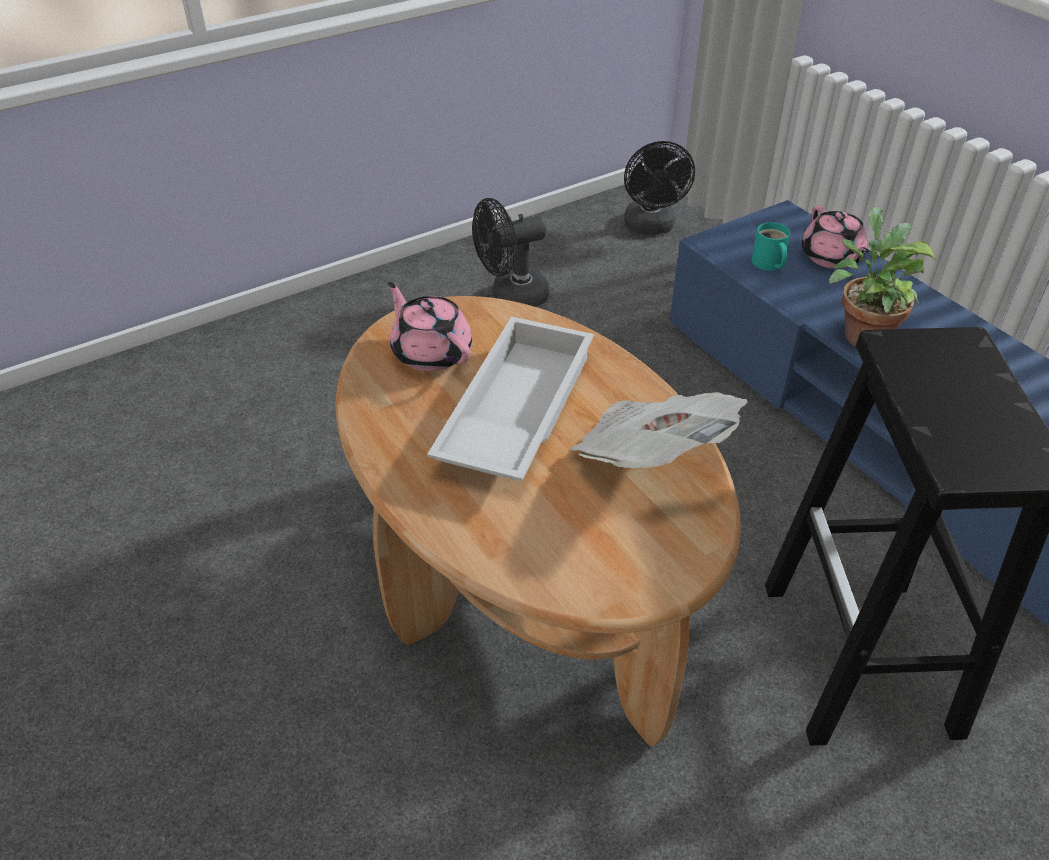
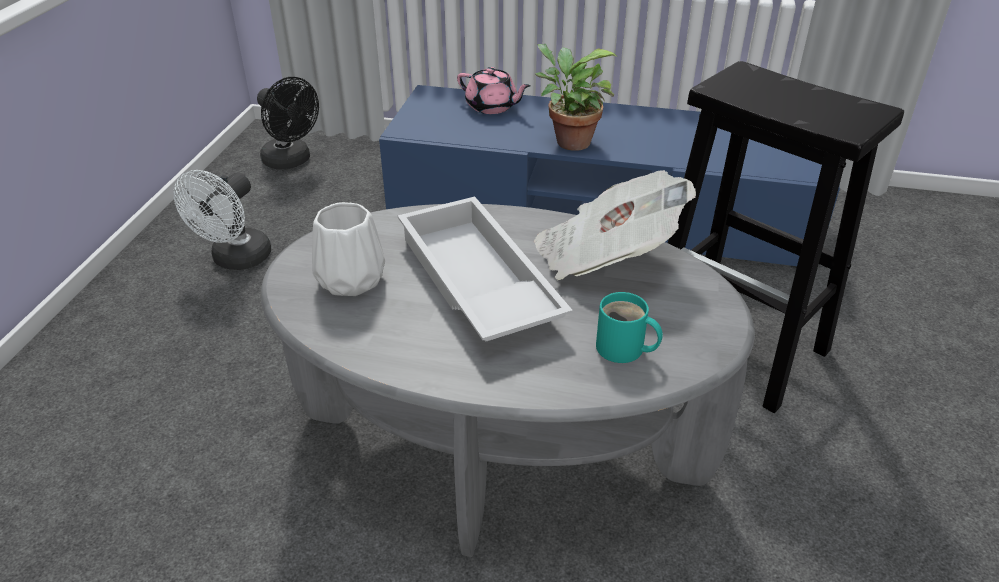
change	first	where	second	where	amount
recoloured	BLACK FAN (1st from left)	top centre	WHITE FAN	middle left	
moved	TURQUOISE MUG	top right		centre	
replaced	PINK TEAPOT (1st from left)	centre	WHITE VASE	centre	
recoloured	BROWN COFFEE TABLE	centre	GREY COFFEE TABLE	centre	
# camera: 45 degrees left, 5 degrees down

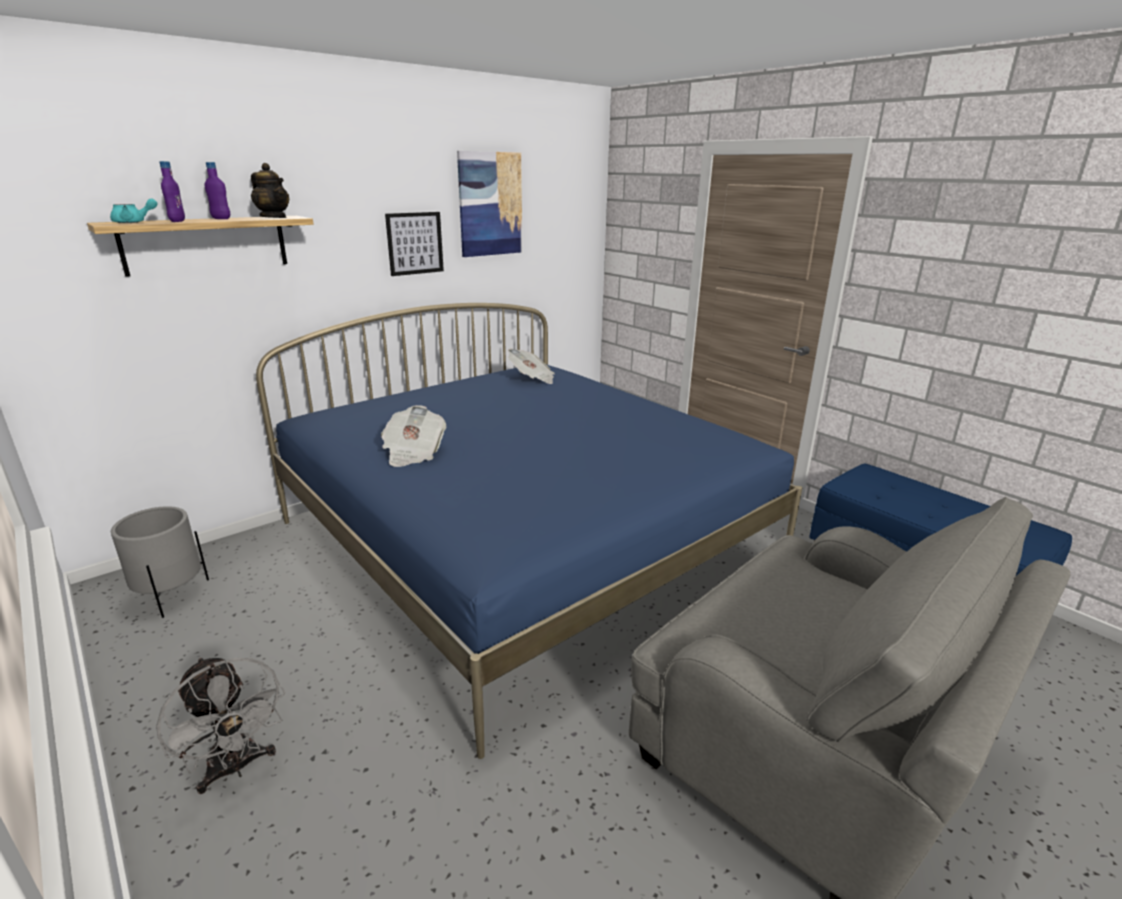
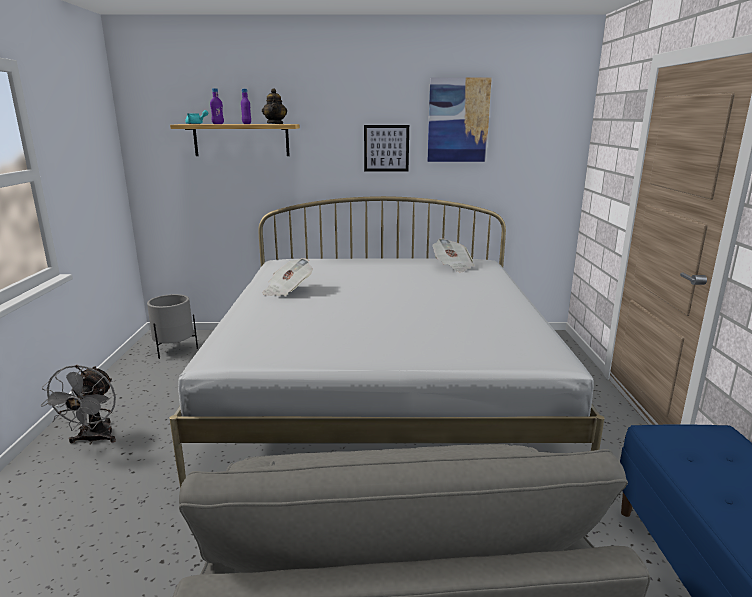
change	first	where	second	where	amount
recoloured	BLUE BED	centre	WHITE BED	centre	
# camera: 40 degrees right, 5 degrees down

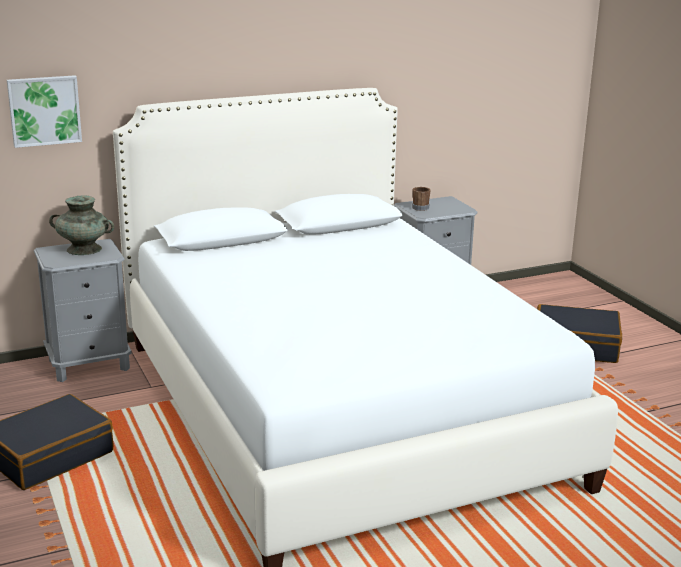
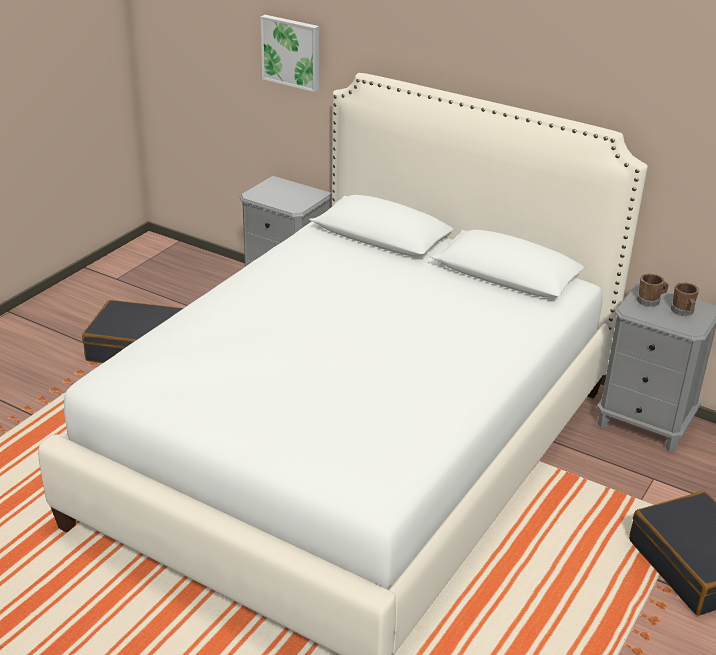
change	first	where	second	where	amount
removed	TURQUOISE VASE	middle left			
added			BROWN MUG (2nd from left)	middle right	
# camera: 55 degrees right, 10 degrees up

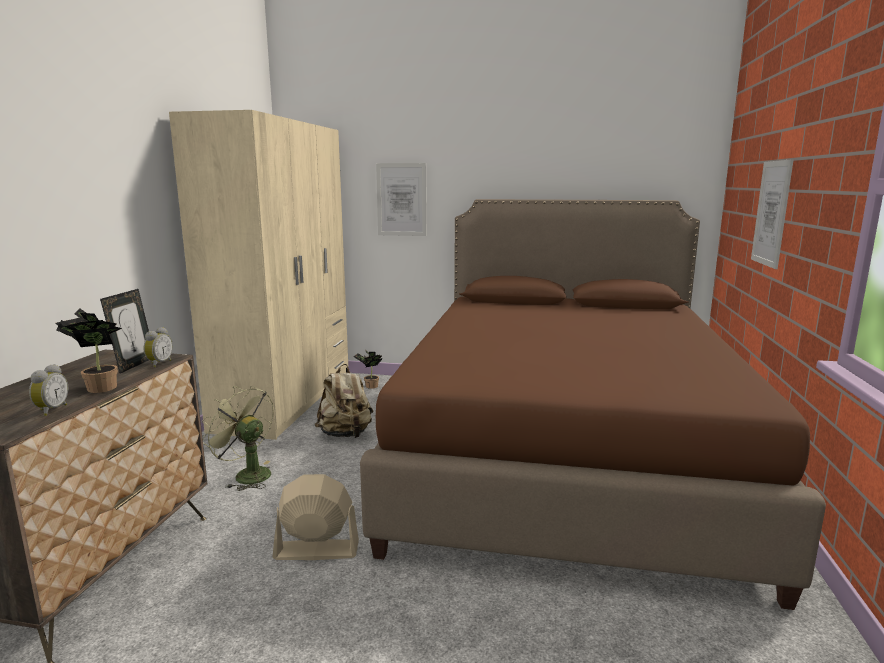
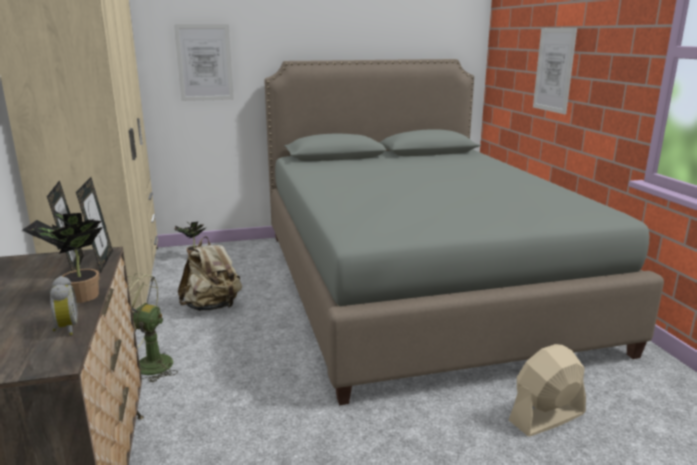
change	first	where	second	where	amount
recoloured	BROWN BED	middle right	GREY BED	centre	
replaced	ALARM CLOCK (2nd from left)	middle left	PICTURE FRAME (2nd from left)	middle left	
moved	BEIGE FAN	bottom centre		bottom right	
# camera: 25 degrees left, 5 degrees up

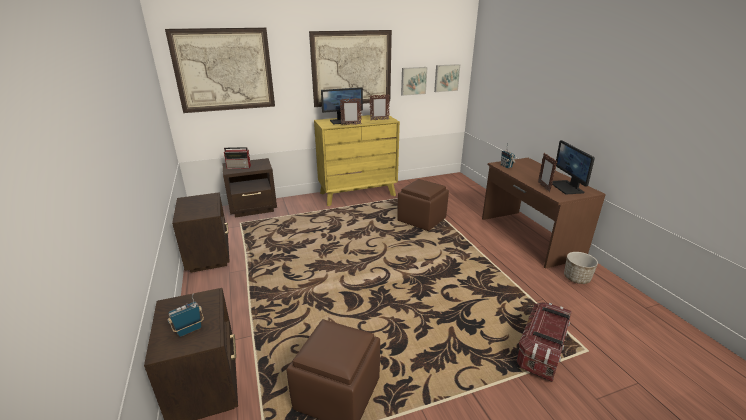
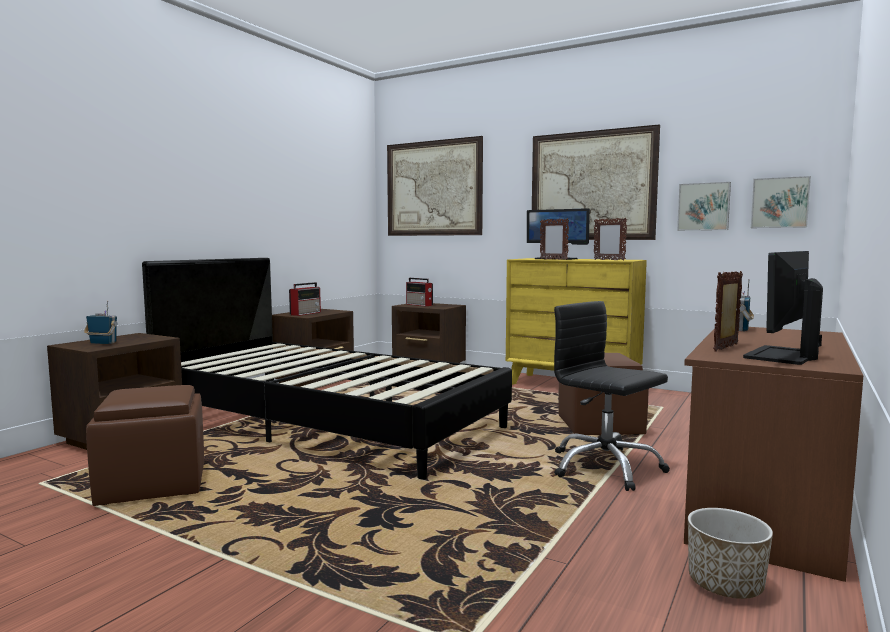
change	first	where	second	where	amount
removed	STORAGE BOX	bottom right			
added			BLACK BED	centre	
added			RADIO (2nd from left)	centre	
added			BLACK OFFICE CHAIR	middle right	
# camera: 50 degrees right, 20 degrees down

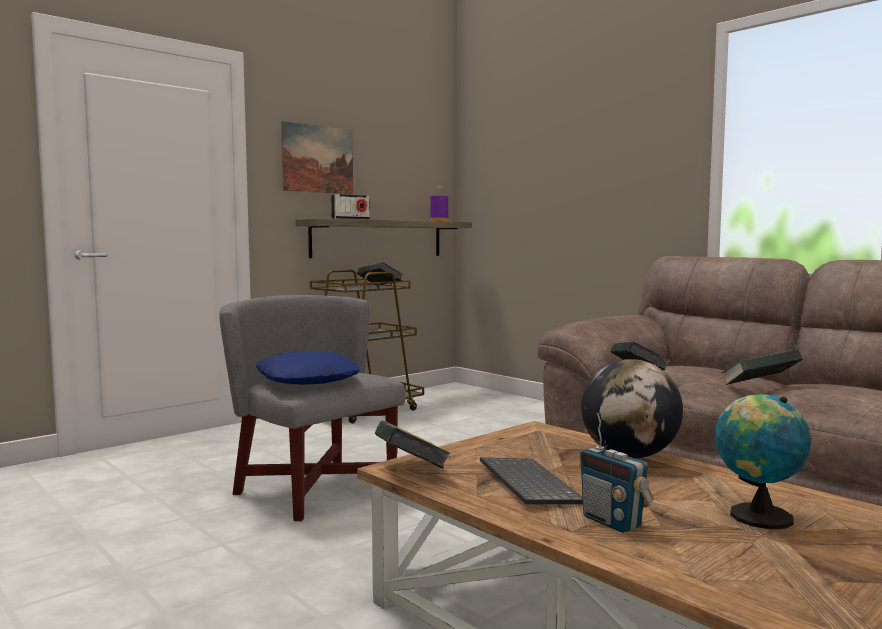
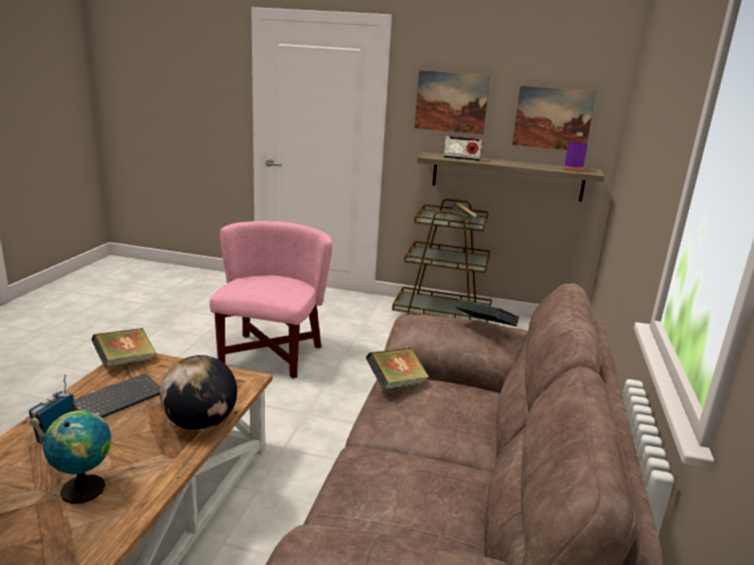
change	first	where	second	where	amount
recoloured	GREY ARMCHAIR	centre	PINK ARMCHAIR	centre	
moved	BOOK (4th from left)	middle right		centre	
removed	BLUE PILLOW	centre			
added			PICTURE (2nd from left)	top right	
# camera: 55 degrees right, 15 degrees up

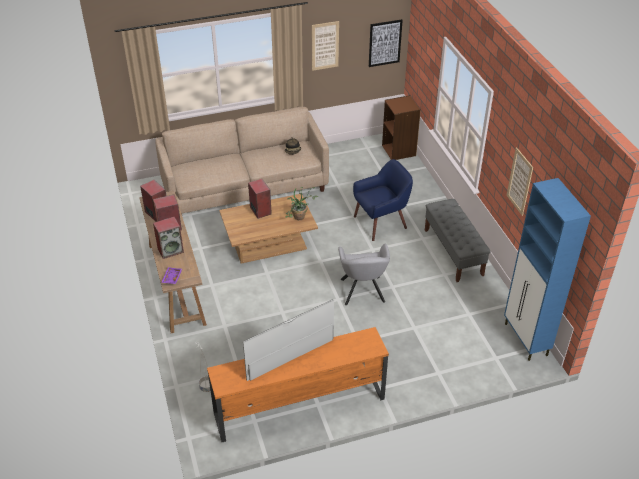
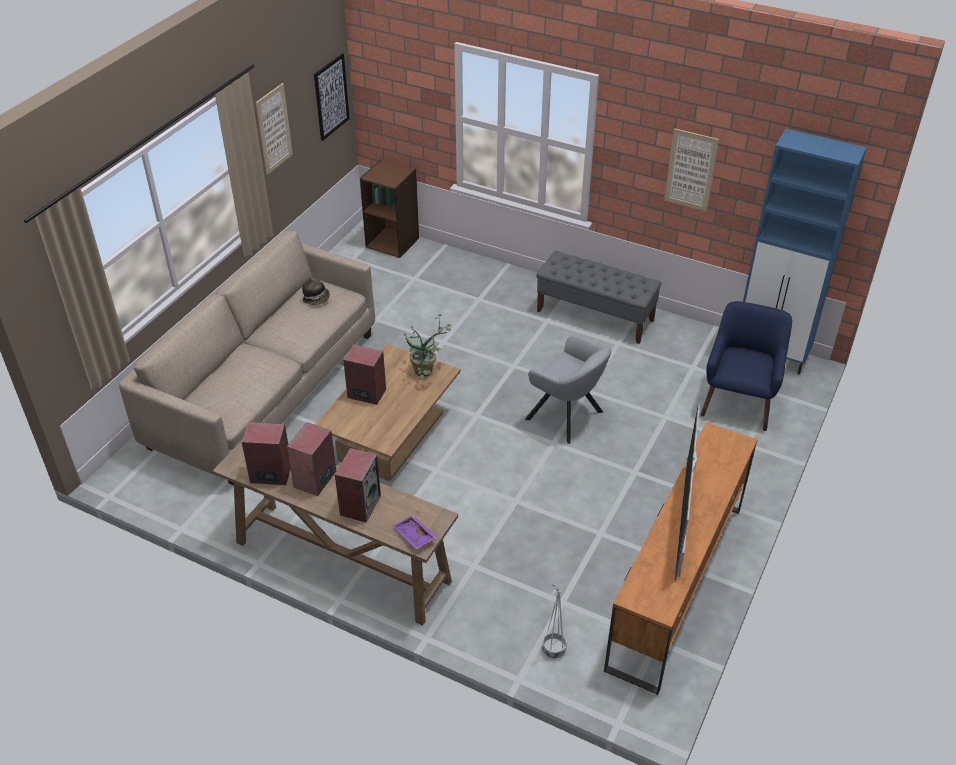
change	first	where	second	where	amount
moved	BLUE ARMCHAIR	centre		middle right	
# camera: 45 degrees left, 0 degrees up

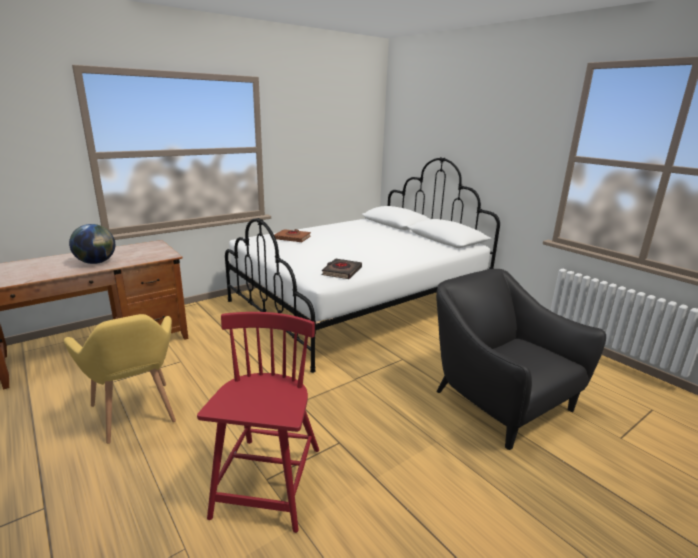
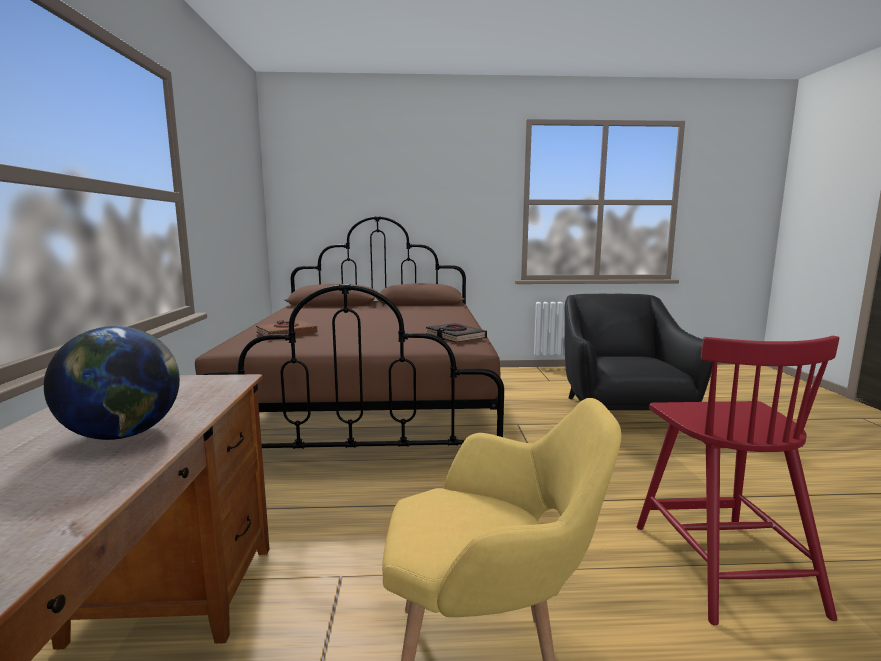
change	first	where	second	where	amount
recoloured	WHITE BED	centre	BROWN BED	centre	
turned	BLACK ARMCHAIR	middle right		middle right	90 degrees clockwise
turned	RED CHAIR	bottom centre		bottom right	135 degrees counterclockwise
# camera: 55 degrees left, 10 degrees down

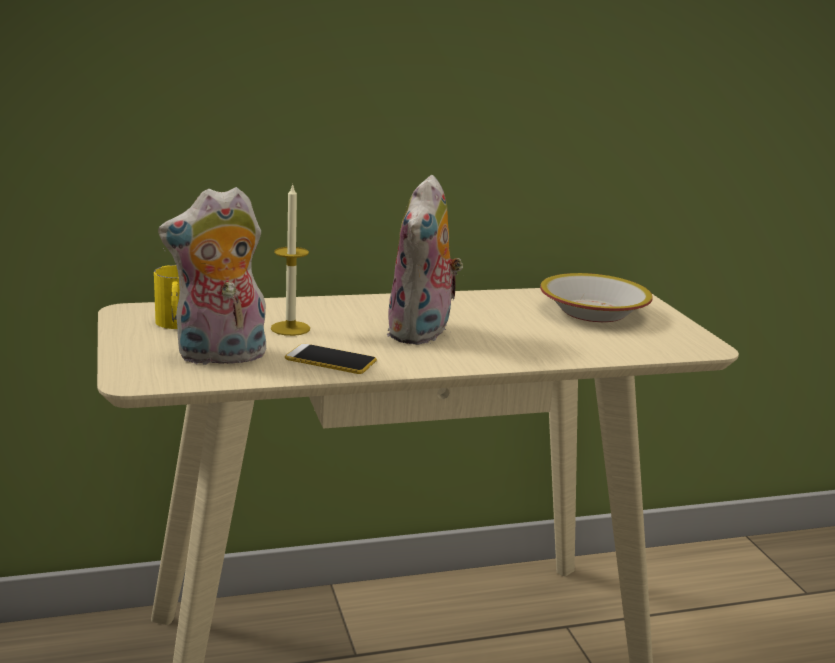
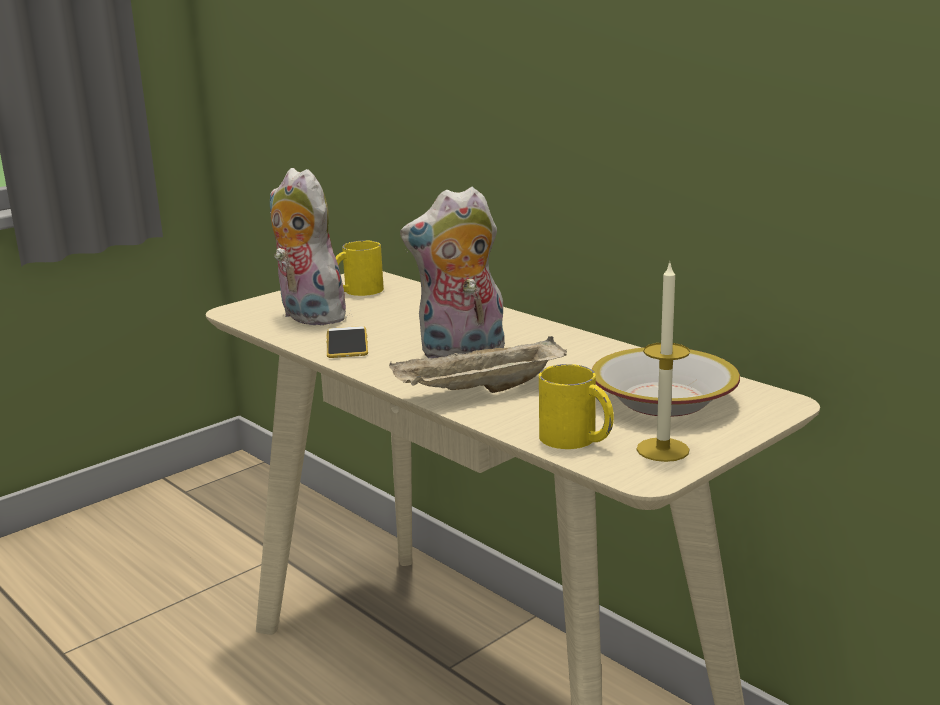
change	first	where	second	where	amount
moved	CANDLE	centre		middle right	
added			BEIGE TRAY	centre	
added			YELLOW MUG (2nd from left)	centre	
# camera: 65 degrees right, 0 degrees up

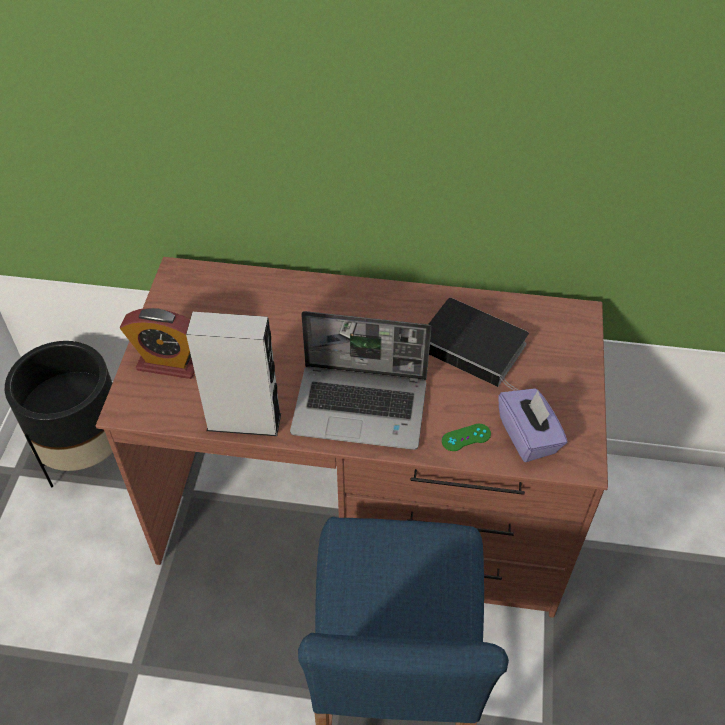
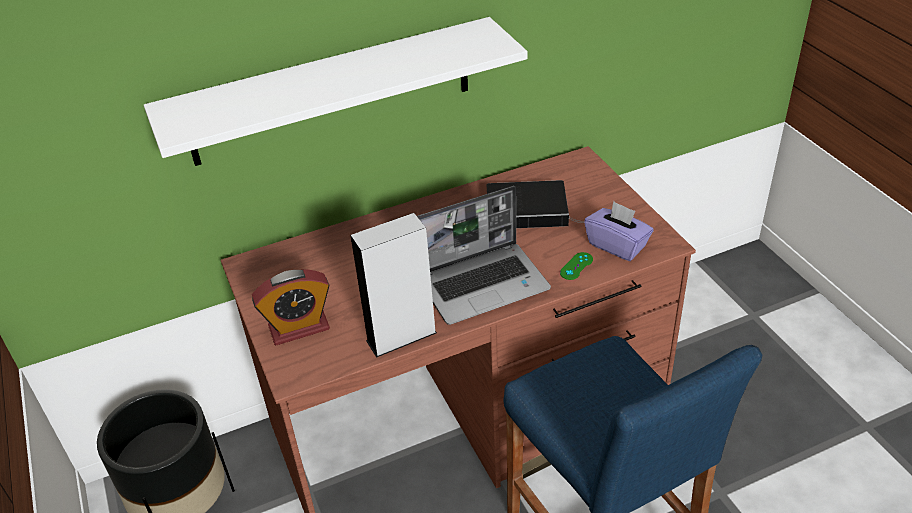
change	first	where	second	where	amount
added			WHITE SHELF	top centre	
# camera: 30 degrees left, 10 degrees down

